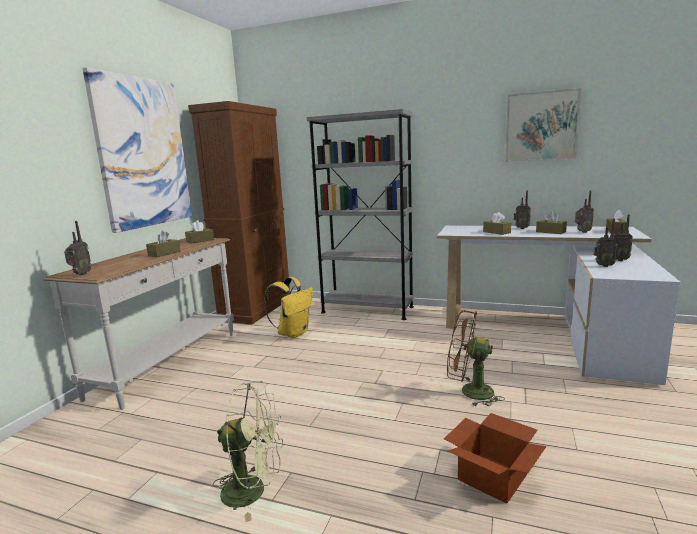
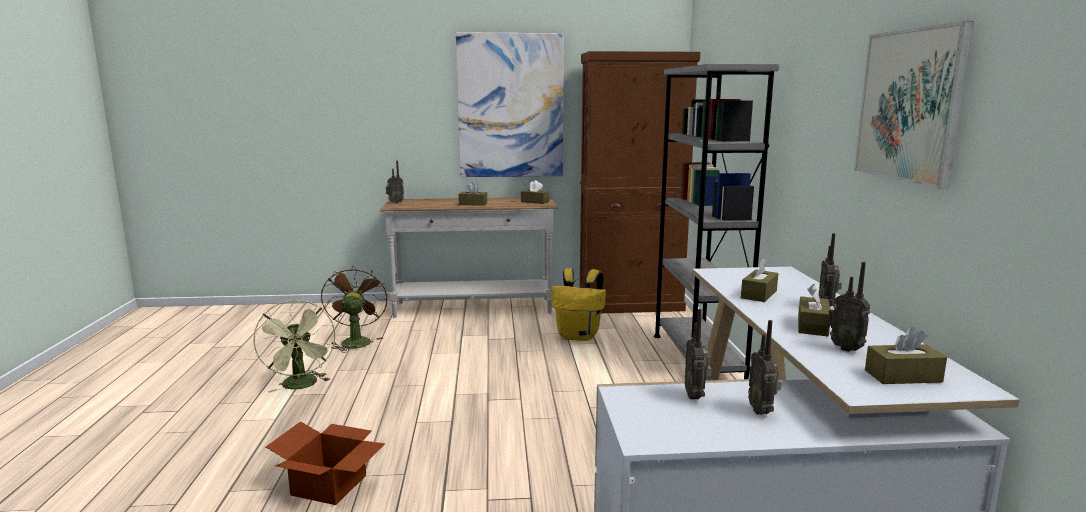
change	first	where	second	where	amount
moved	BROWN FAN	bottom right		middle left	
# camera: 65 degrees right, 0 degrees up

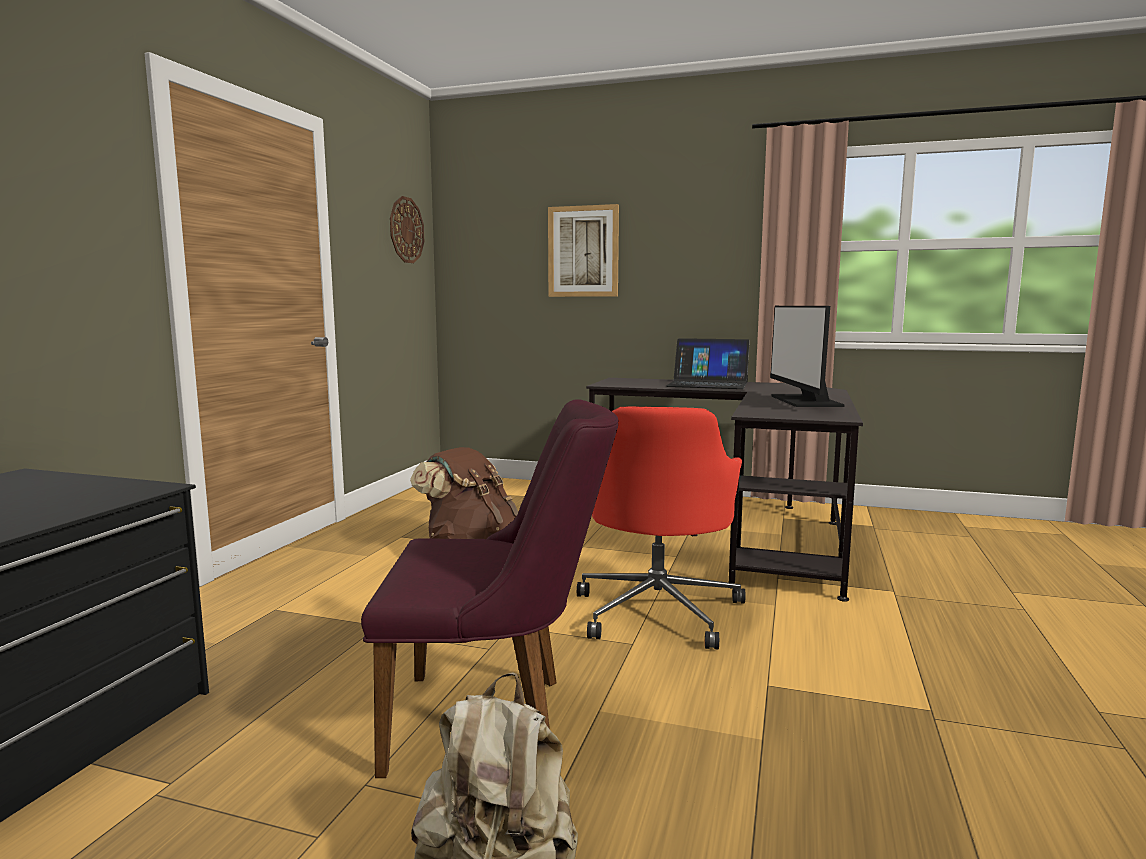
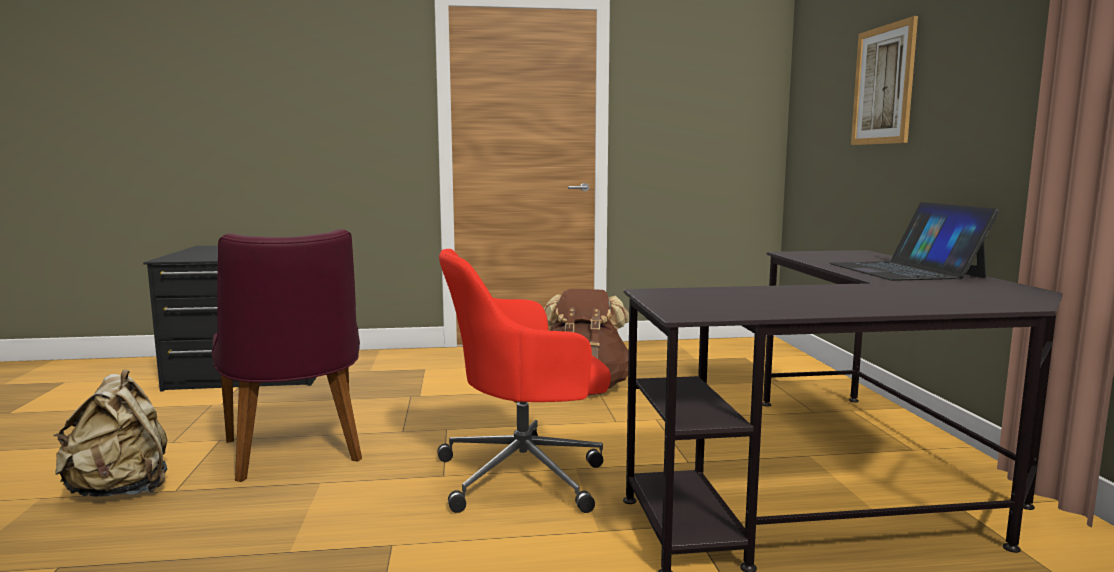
change	first	where	second	where	amount
removed	WALL CLOCK	top centre			
removed	MONITOR	middle right			
# camera: 65 degrees right, 0 degrees up

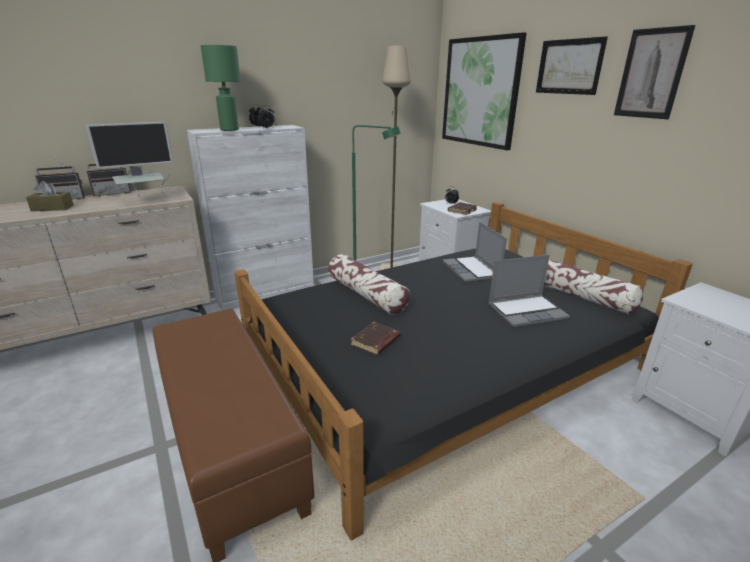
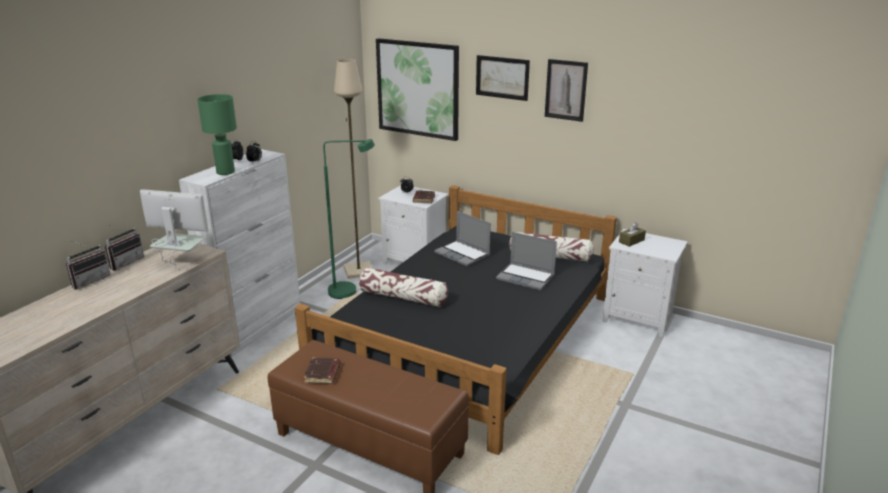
change	first	where	second	where	amount
turned	MONITOR	top left		middle left	105 degrees counterclockwise
moved	BROWN TISSUE BOX	middle left		middle right	
turned	LAPTOP (2nd from left)	middle right		centre	75 degrees clockwise
moved	BROWN BOOK (1st from left)	centre		bottom centre	
# camera: 30 degrees left, 0 degrees up

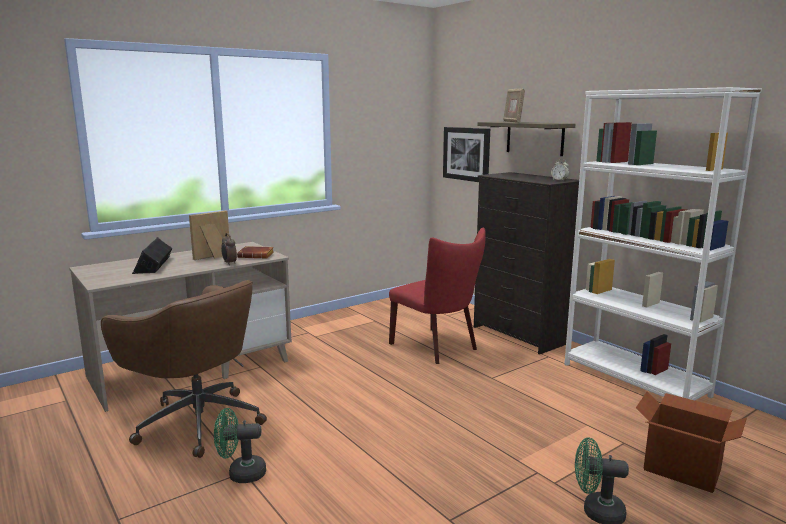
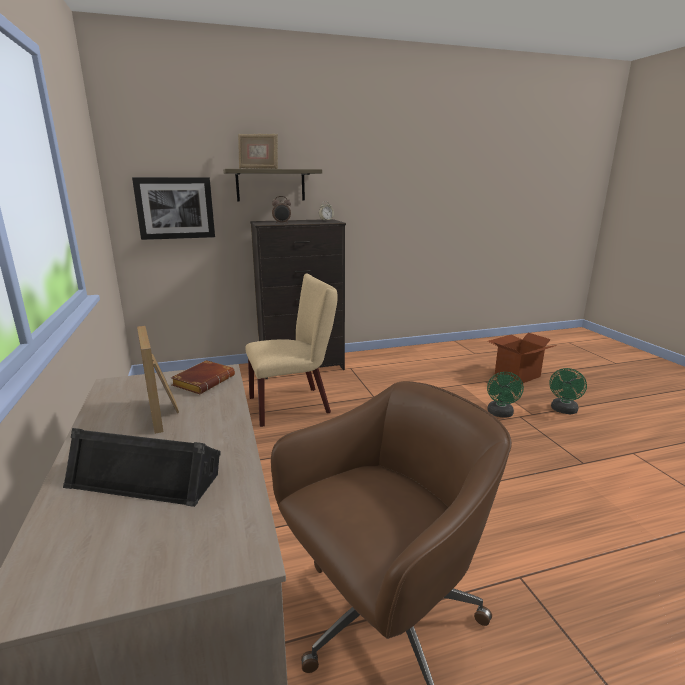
change	first	where	second	where	amount
removed	WHITE BOOKCASE	middle right			
recoloured	RED CHAIR	centre	BEIGE CHAIR	centre	
moved	ALARM CLOCK (1st from left)	middle left		top centre	
moved	GREEN FAN (1st from left)	bottom left		middle right	
# camera: 70 degrees left, 5 degrees up

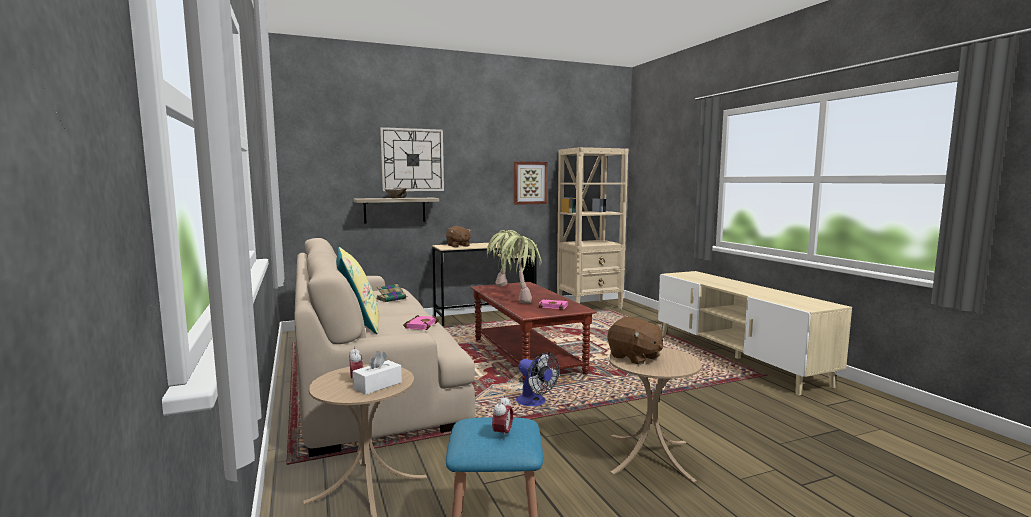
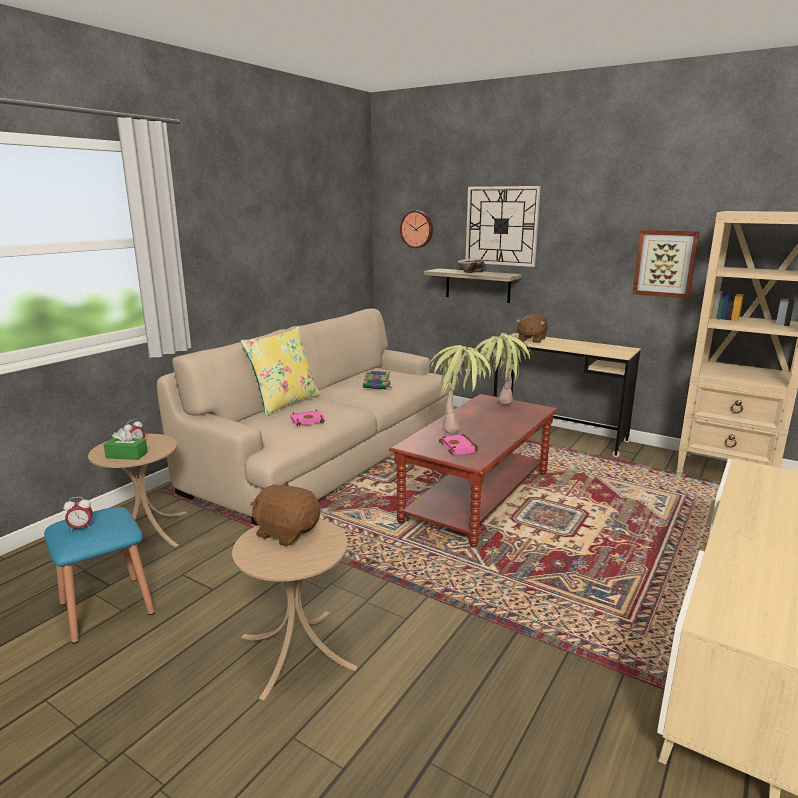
change	first	where	second	where	amount
turned	BROWN PLUSH TOY (2nd from left in the first image)	centre	BROWN PLUSH TOY (1st from left)	centre	105 degrees clockwise
recoloured	WHITE TISSUE BOX	bottom centre	GREEN TISSUE BOX	middle left	
removed	FAN	bottom centre			
added			WALL CLOCK (1st from left)	top centre	
# camera: 55 degrees right, 10 degrees up

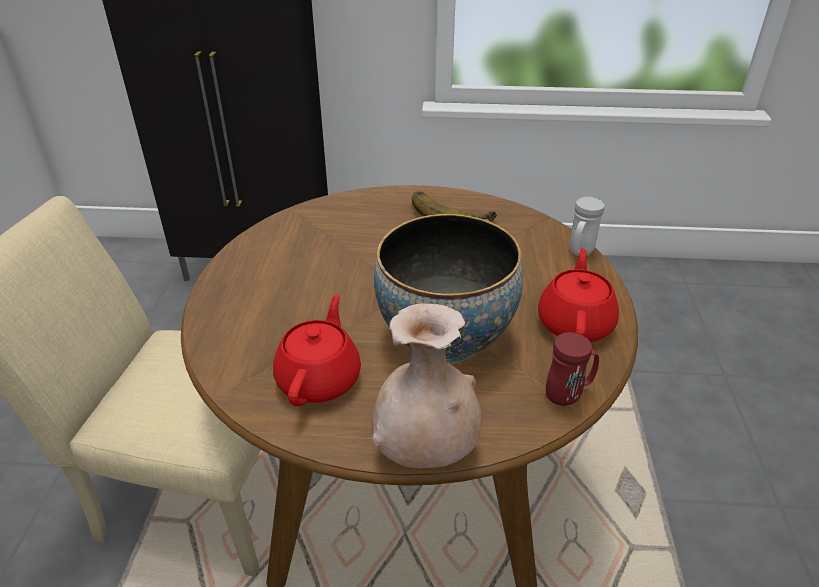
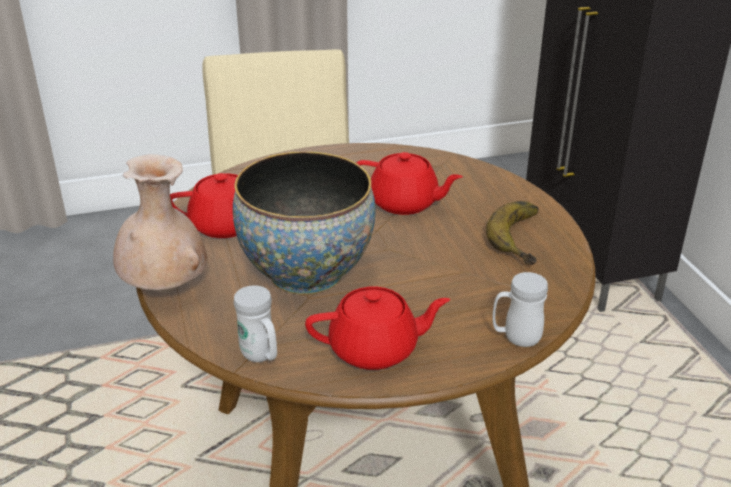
change	first	where	second	where	amount
recoloured	RED MUG	middle right	WHITE MUG (1st from left)	centre	
added			RED TEAPOT (3rd from left)	centre	
# camera: 70 degrees right, 5 degrees down

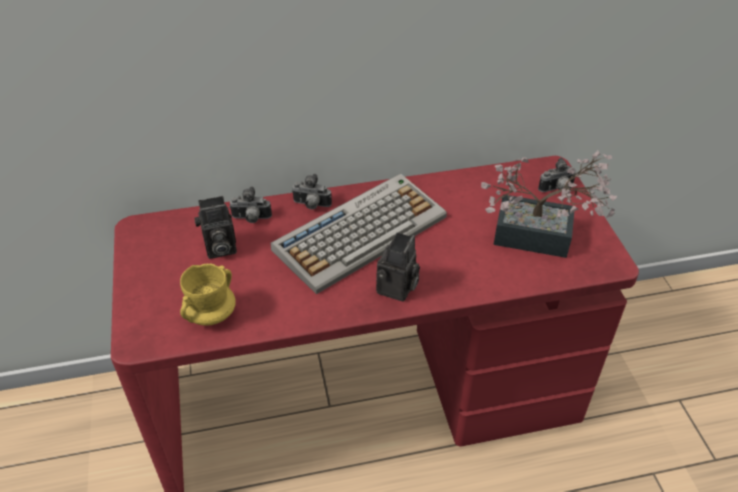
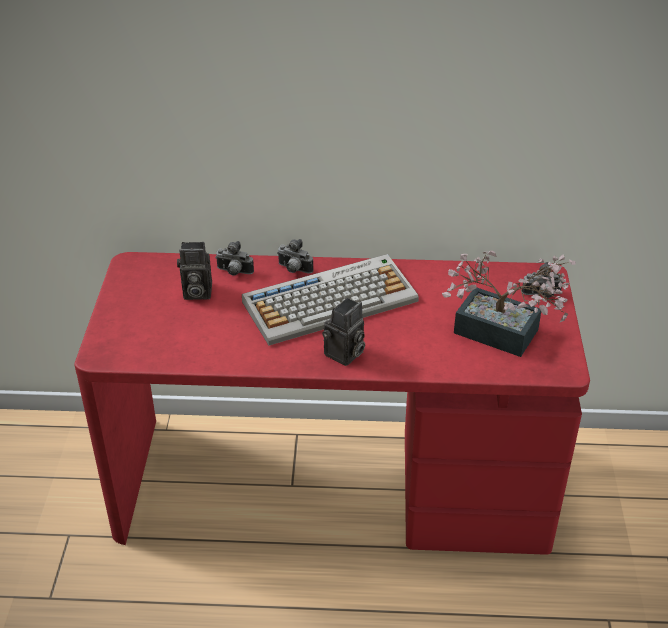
change	first	where	second	where	amount
removed	YELLOW MUG	middle left			
# camera: 15 degrees right, 5 degrees down

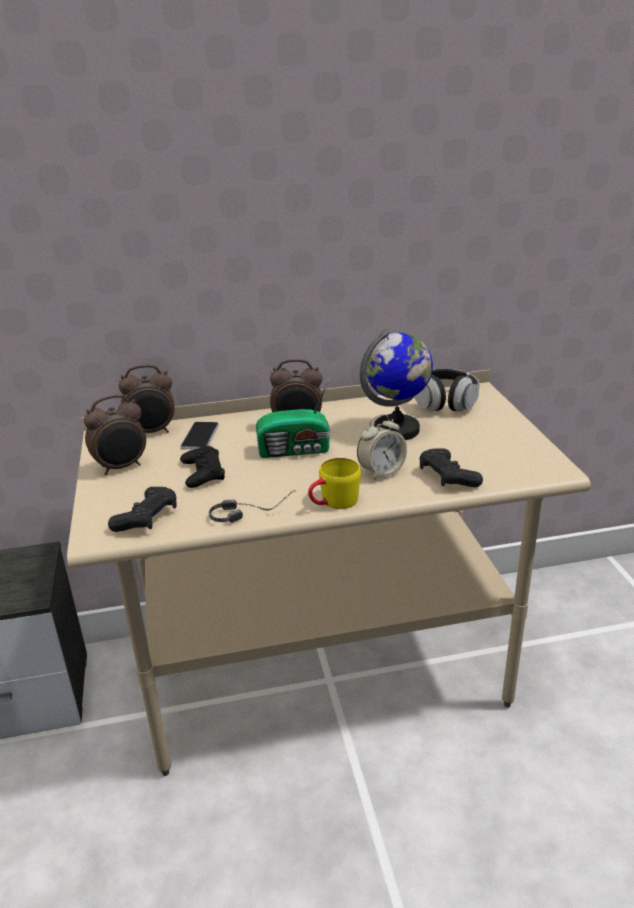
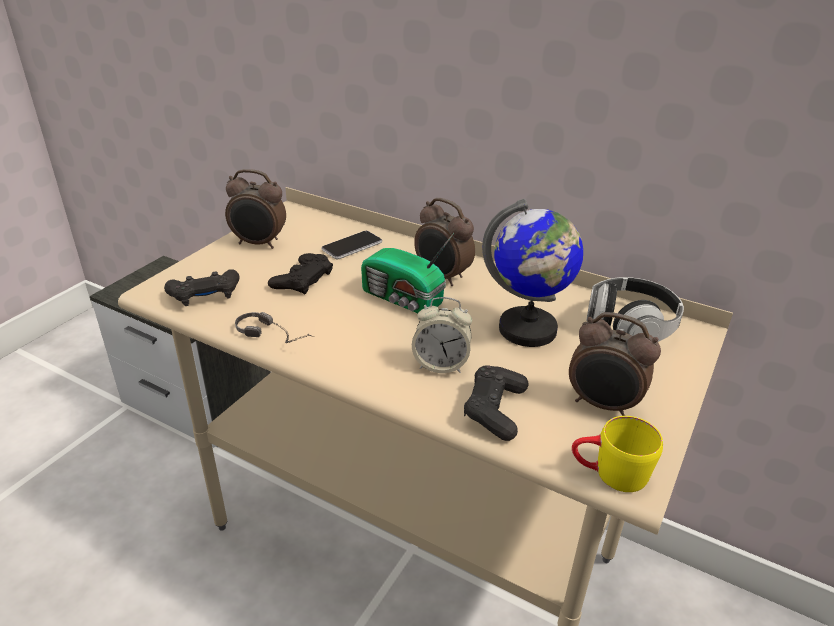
change	first	where	second	where	amount
moved	ALARM CLOCK (2nd from left in the first image)	middle left	ALARM CLOCK (4th from left)	middle right	
moved	YELLOW MUG	centre		bottom right	
# camera: 40 degrees right, 5 degrees up

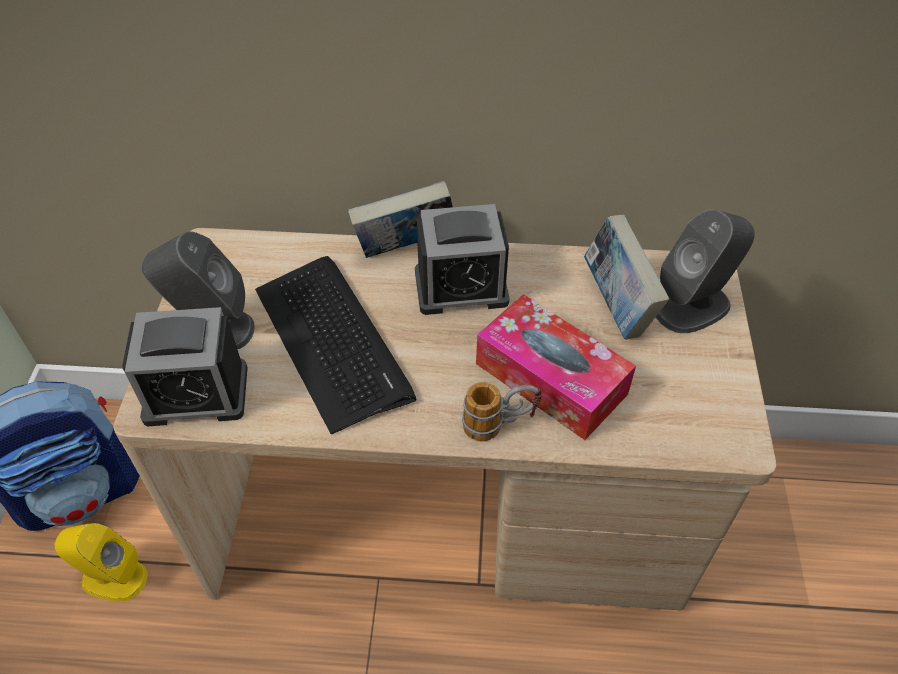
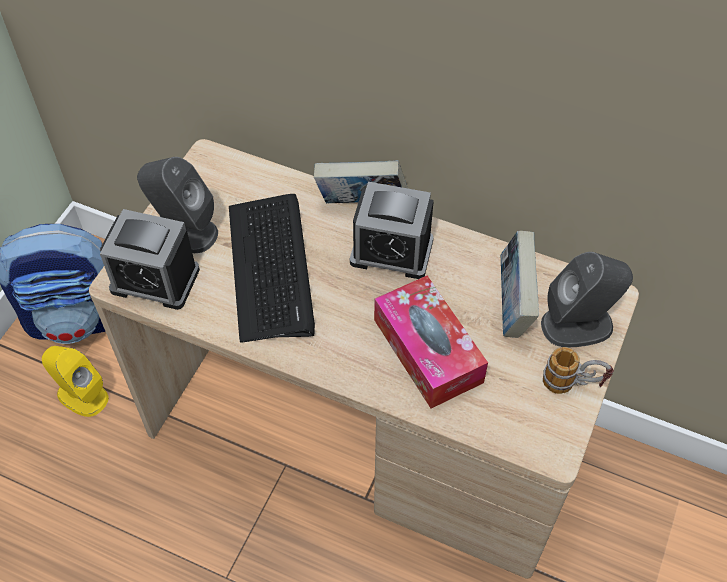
change	first	where	second	where	amount
moved	MUG	centre		middle right	
# camera: 20 degrees right, 5 degrees up

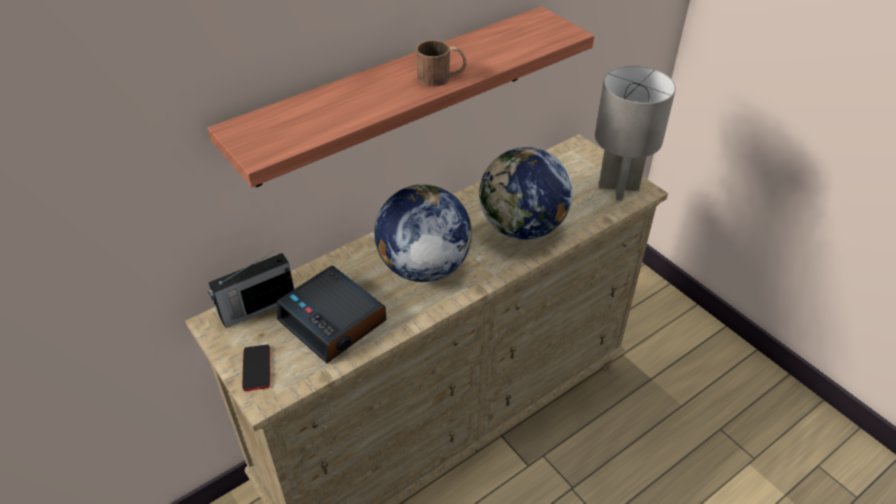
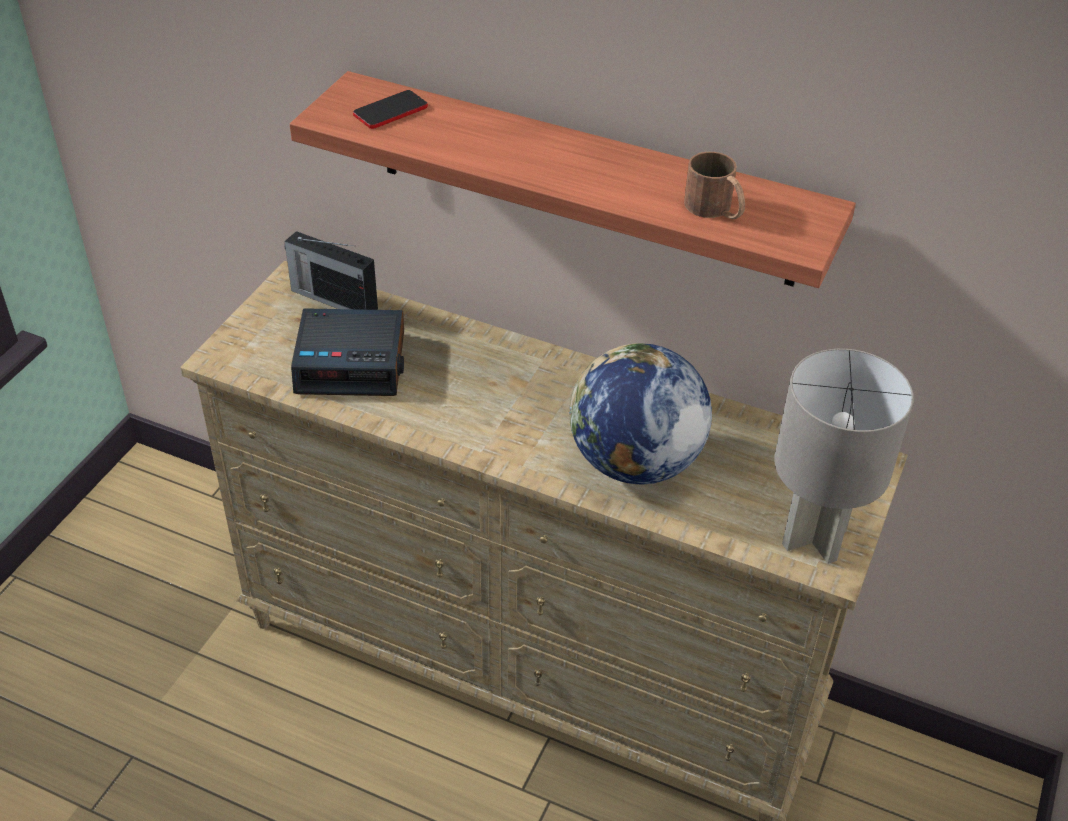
change	first	where	second	where	amount
moved	BROWN MUG	top centre		top right	
removed	GLOBE (1st from left)	centre			
turned	ALARM CLOCK	centre		middle left	105 degrees counterclockwise
moved	PHONE	bottom left		top centre	
# camera: 60 degrees right, 0 degrees up

